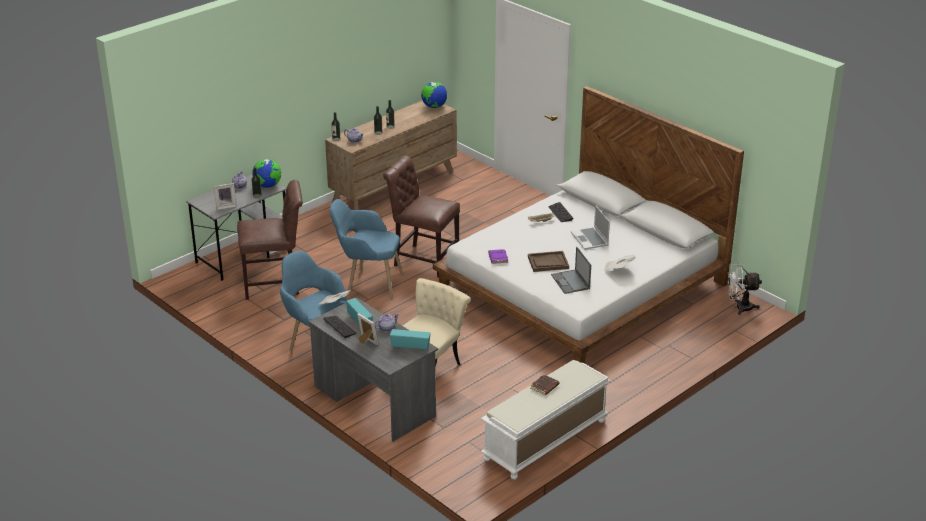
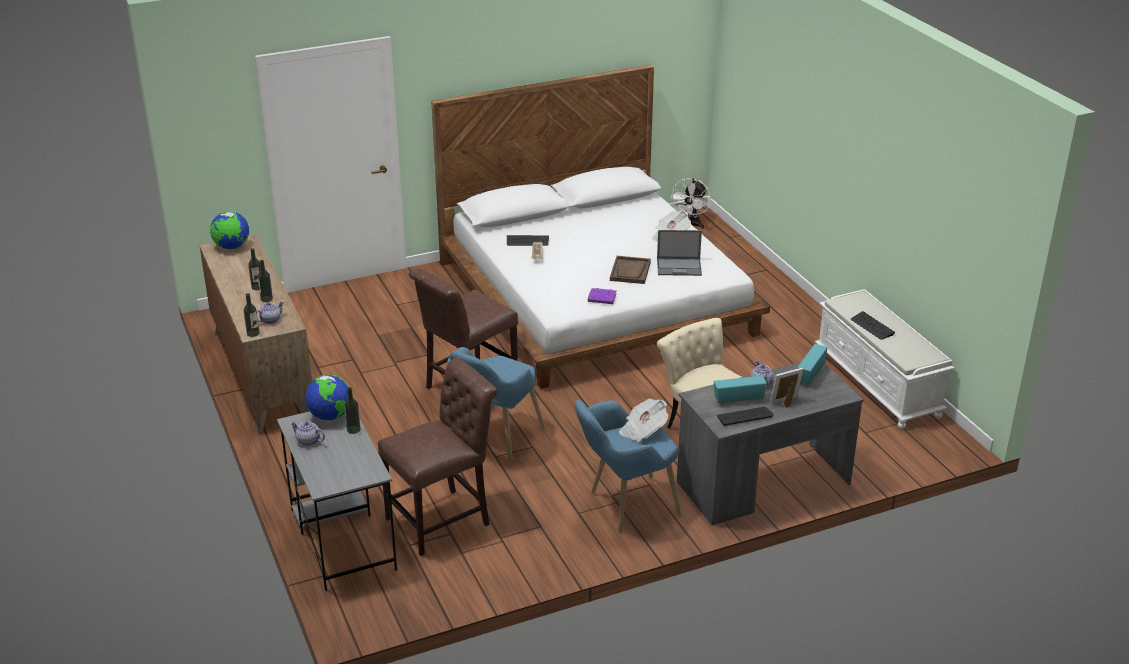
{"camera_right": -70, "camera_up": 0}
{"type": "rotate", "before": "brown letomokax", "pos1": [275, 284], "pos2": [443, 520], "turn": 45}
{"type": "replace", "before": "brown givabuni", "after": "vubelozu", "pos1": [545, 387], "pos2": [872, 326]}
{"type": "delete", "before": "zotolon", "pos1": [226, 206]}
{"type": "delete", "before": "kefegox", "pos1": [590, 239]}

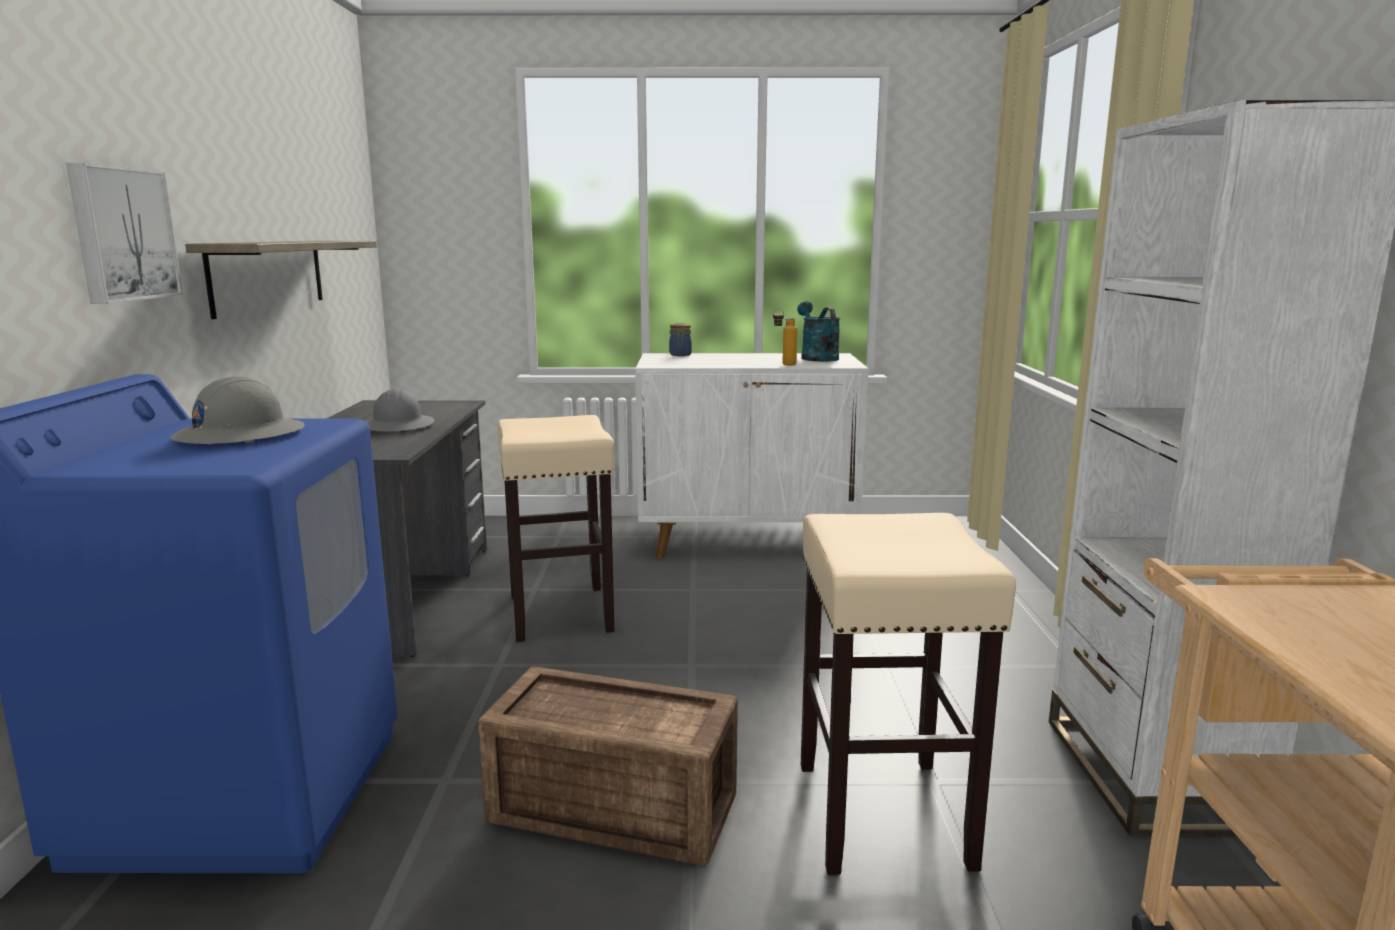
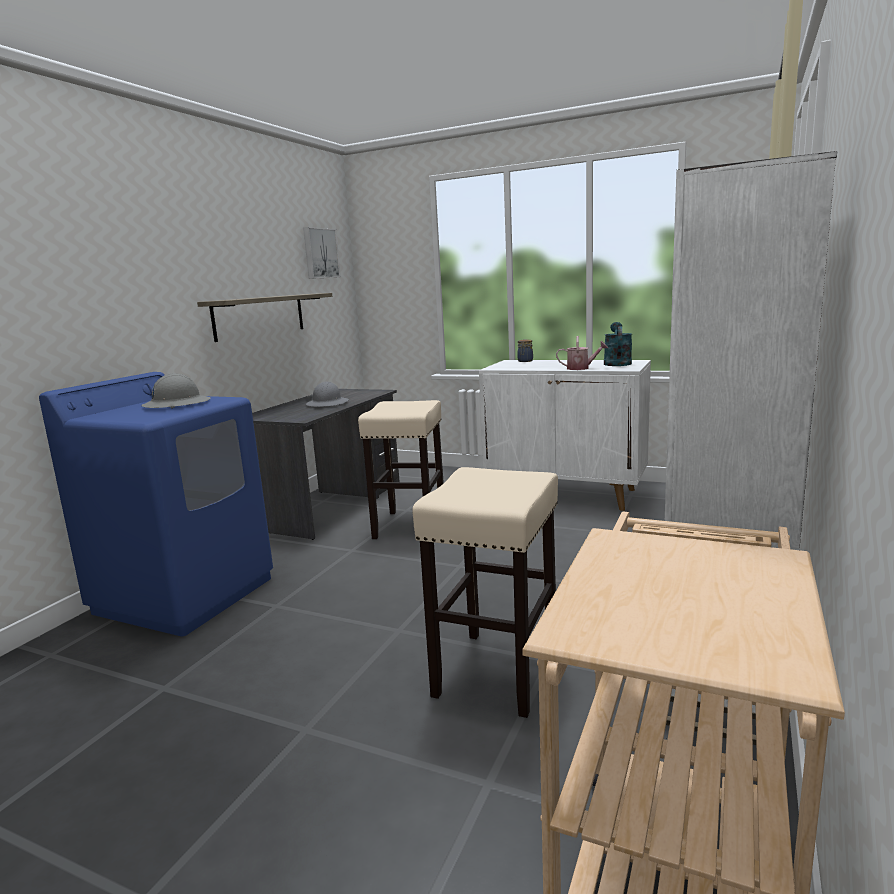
{"camera_right": 25, "camera_up": 0}
{"type": "move", "before": "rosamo", "pos1": [121, 234], "pos2": [320, 253]}
{"type": "replace", "before": "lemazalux", "after": "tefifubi", "pos1": [783, 364], "pos2": [581, 368]}
{"type": "delete", "before": "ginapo", "pos1": [611, 805]}

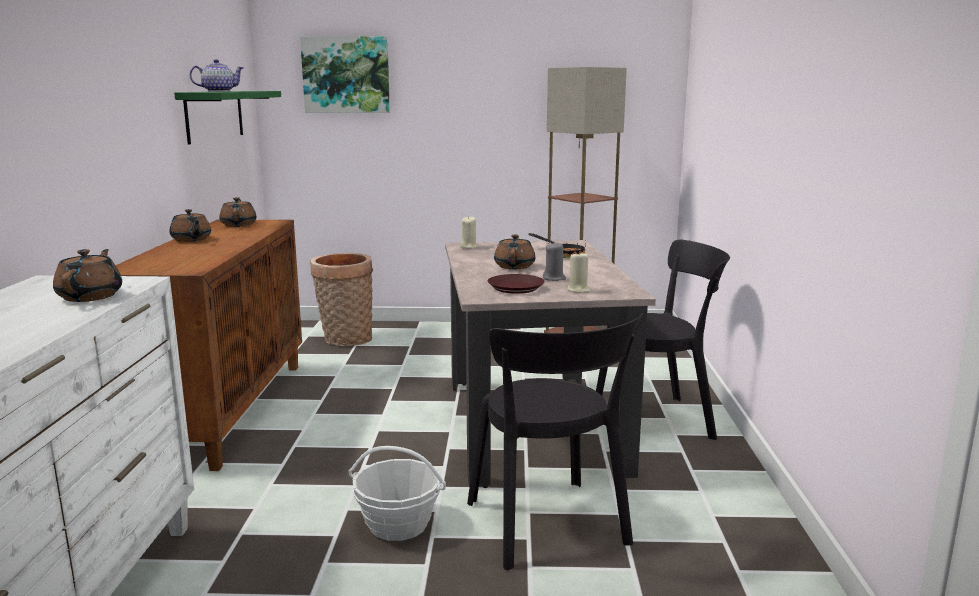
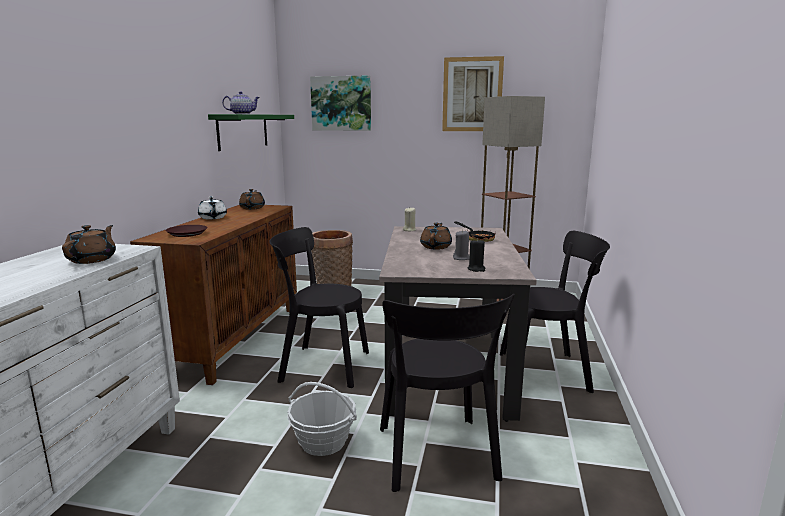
{"camera_right": 10, "camera_up": 0}
{"type": "move", "before": "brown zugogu", "pos1": [515, 288], "pos2": [186, 234]}
{"type": "recolor", "before": "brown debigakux", "after": "white debigakux", "pos1": [191, 240], "pos2": [213, 218]}
{"type": "insert", "after": "black letomokax", "pos2": [320, 366]}
{"type": "insert", "after": "rosamo", "pos2": [472, 94]}
{"type": "recolor", "before": "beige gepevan", "after": "black gepevan", "pos1": [578, 290], "pos2": [476, 269]}

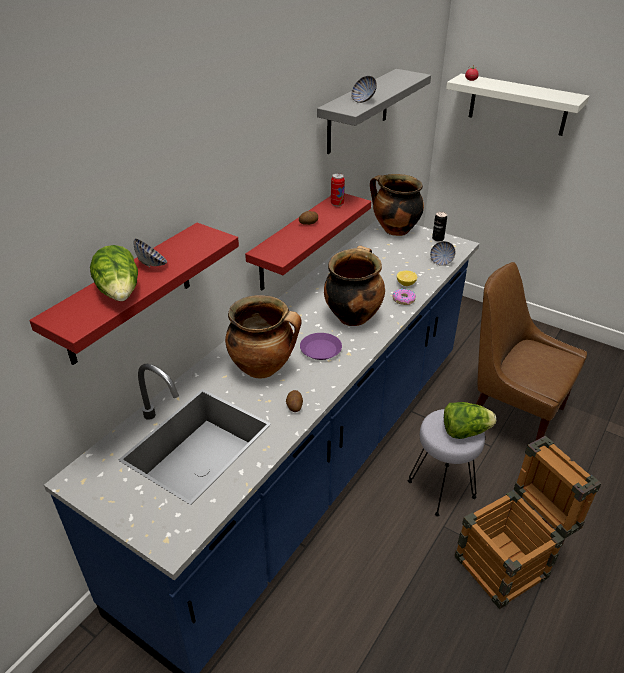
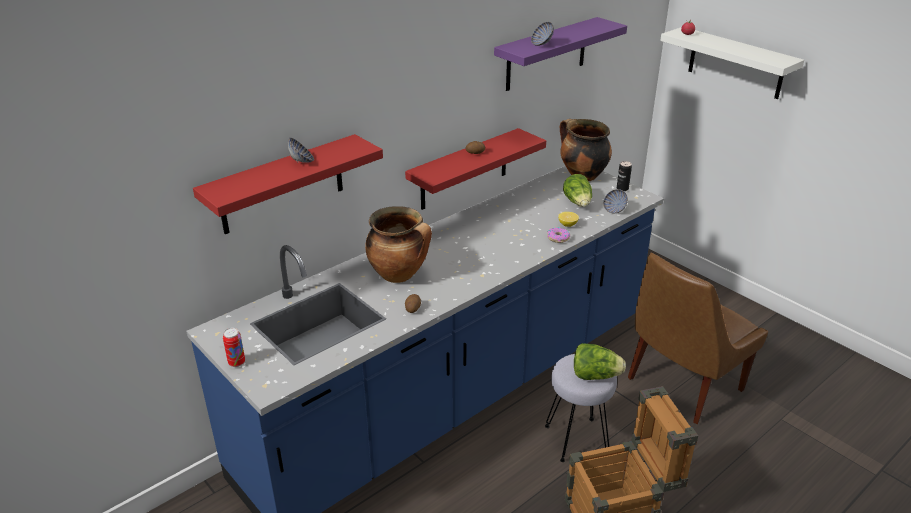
{"camera_right": 15, "camera_up": -5}
{"type": "move", "before": "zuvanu", "pos1": [337, 204], "pos2": [236, 362]}
{"type": "recolor", "before": "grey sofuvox", "after": "purple sofuvox", "pos1": [358, 111], "pos2": [546, 54]}
{"type": "move", "before": "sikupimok", "pos1": [120, 292], "pos2": [578, 203]}
{"type": "rotate", "before": "brown letomokax", "pos1": [511, 414], "pos2": [681, 386], "turn": -90}
{"type": "delete", "before": "purple zugogu", "pos1": [320, 349]}
{"type": "delete", "before": "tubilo", "pos1": [352, 316]}

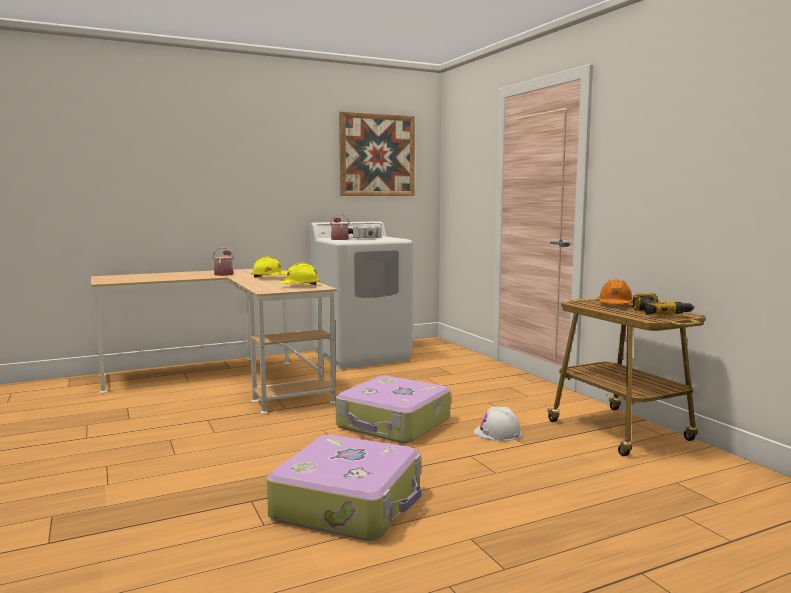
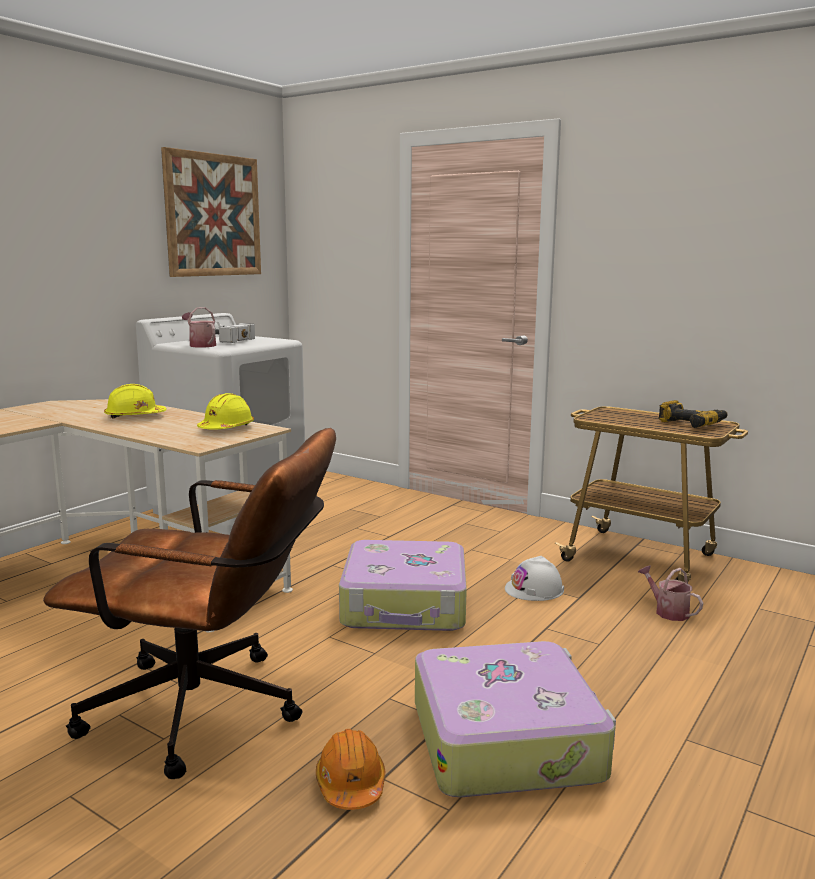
{"camera_right": -30, "camera_up": 5}
{"type": "insert", "after": "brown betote", "pos2": [211, 712]}
{"type": "move", "before": "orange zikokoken", "pos1": [615, 305], "pos2": [350, 784]}
{"type": "move", "before": "tefifubi", "pos1": [224, 274], "pos2": [668, 611]}

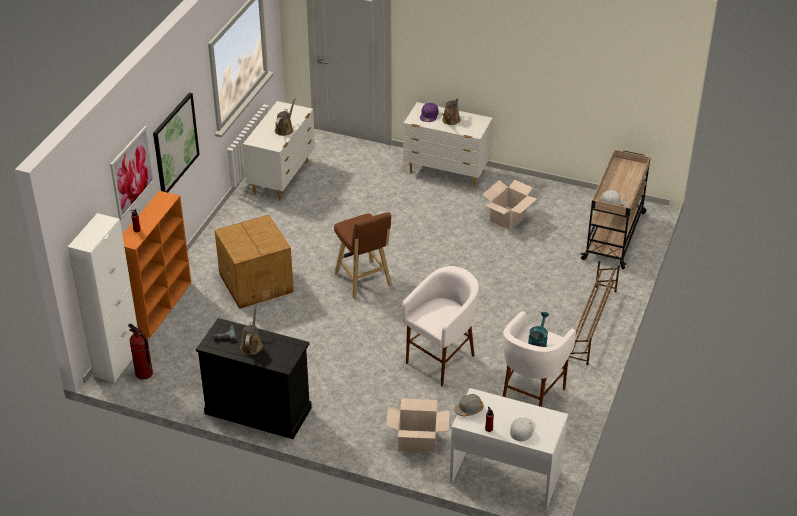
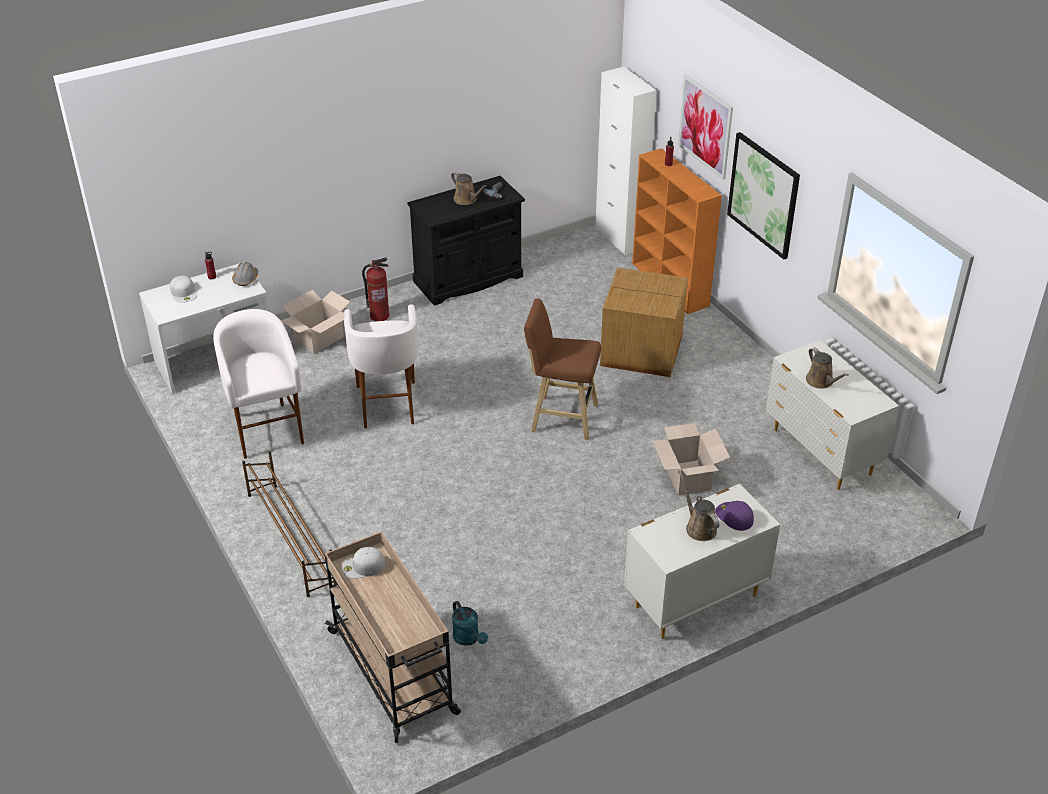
{"camera_right": 130, "camera_up": 0}
{"type": "move", "before": "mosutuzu", "pos1": [144, 373], "pos2": [379, 316]}
{"type": "move", "before": "turquoise tefifubi", "pos1": [537, 344], "pos2": [468, 639]}
{"type": "move", "before": "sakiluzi", "pos1": [507, 218], "pos2": [688, 478]}

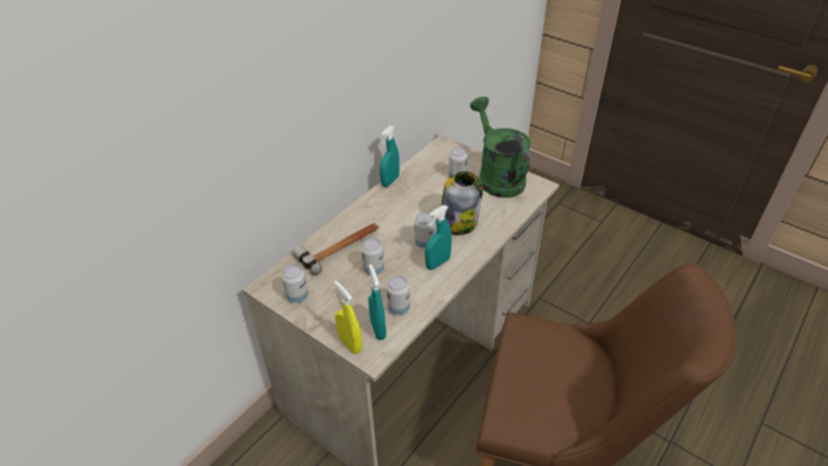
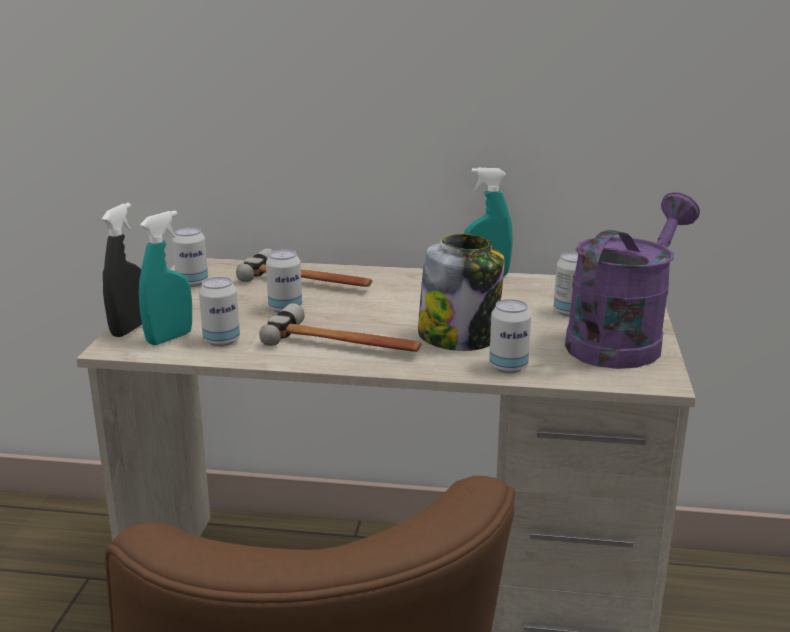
{"camera_right": 60, "camera_up": -20}
{"type": "recolor", "before": "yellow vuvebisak", "after": "black vuvebisak", "pos1": [350, 344], "pos2": [129, 329]}
{"type": "replace", "before": "turquoise vuvebisak", "after": "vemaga", "pos1": [437, 263], "pos2": [344, 344]}
{"type": "move", "before": "zuvanu", "pos1": [424, 243], "pos2": [508, 367]}
{"type": "recolor", "before": "green tefifubi", "after": "purple tefifubi", "pos1": [497, 176], "pos2": [622, 340]}

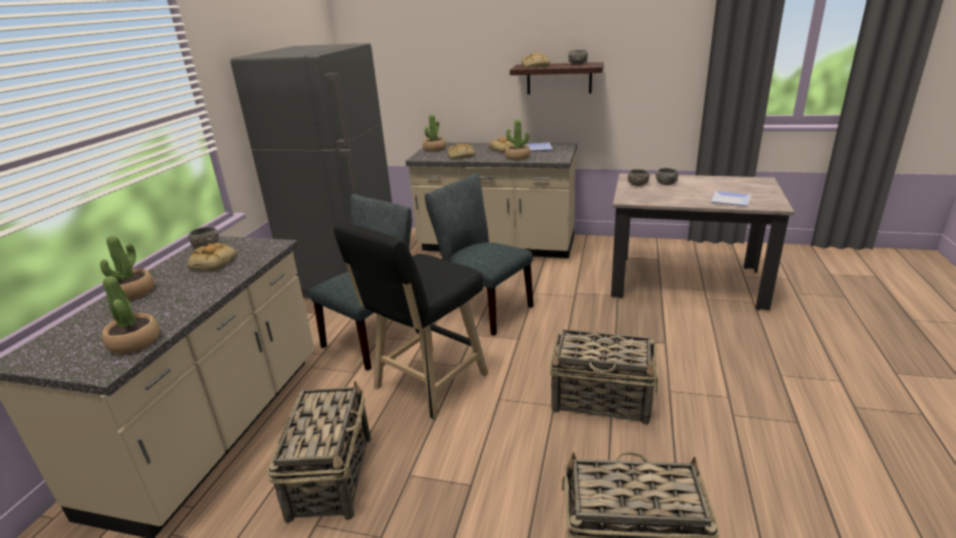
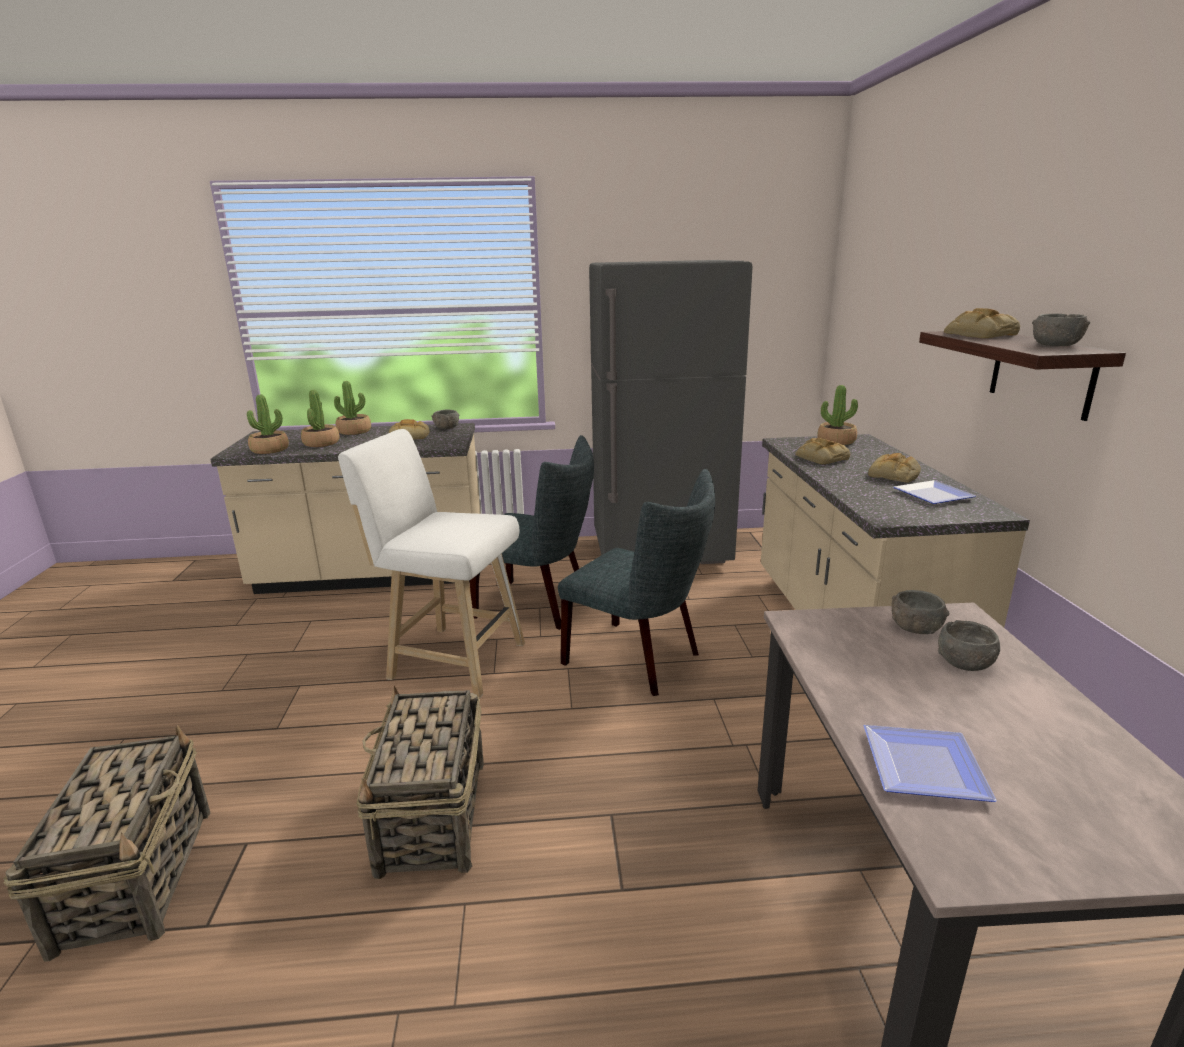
{"camera_right": 70, "camera_up": -5}
{"type": "move", "before": "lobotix", "pos1": [517, 157], "pos2": [321, 443]}
{"type": "recolor", "before": "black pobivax", "after": "white pobivax", "pos1": [426, 384], "pos2": [451, 659]}
{"type": "rotate", "before": "grey letomokax", "pos1": [481, 308], "pos2": [640, 660], "turn": 105}
{"type": "delete", "before": "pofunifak", "pos1": [331, 475]}

